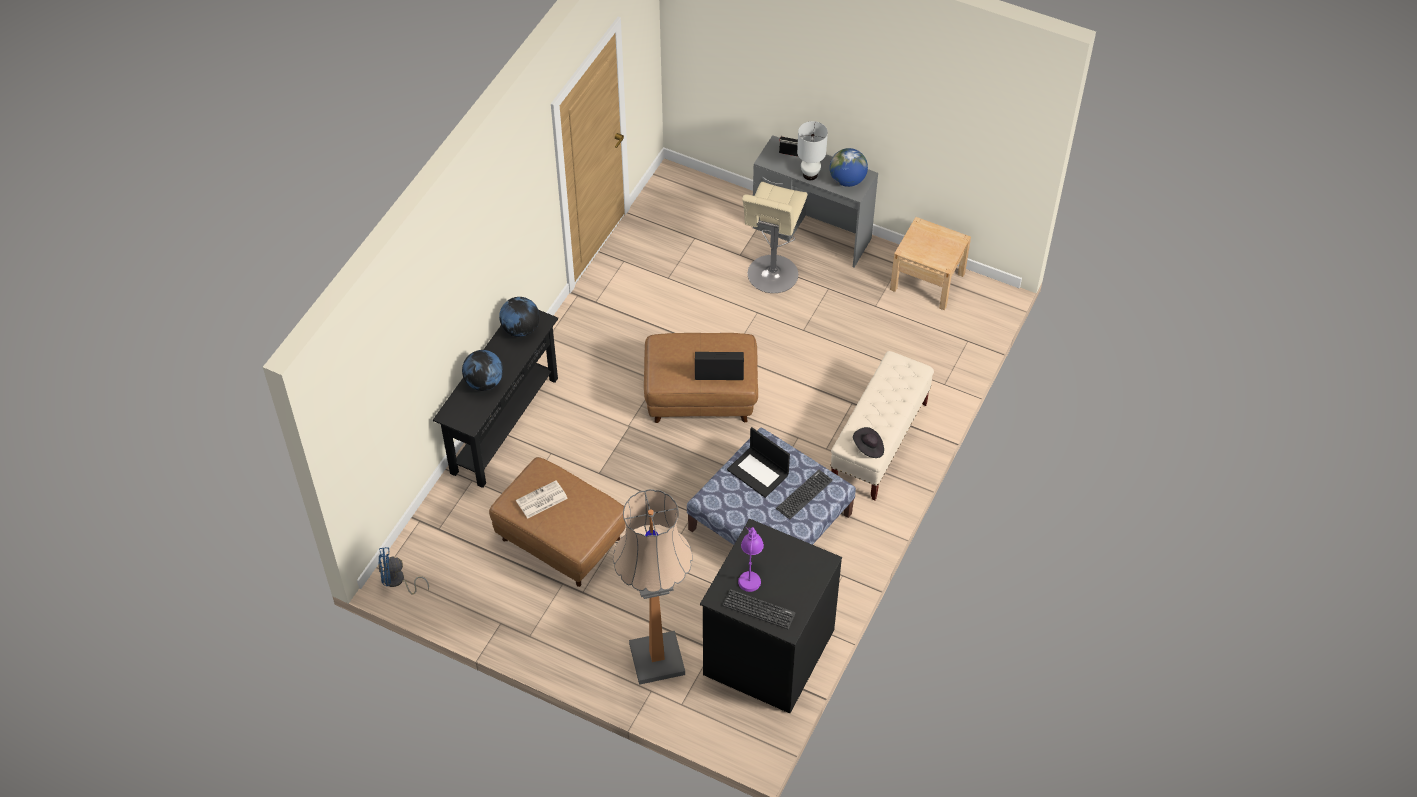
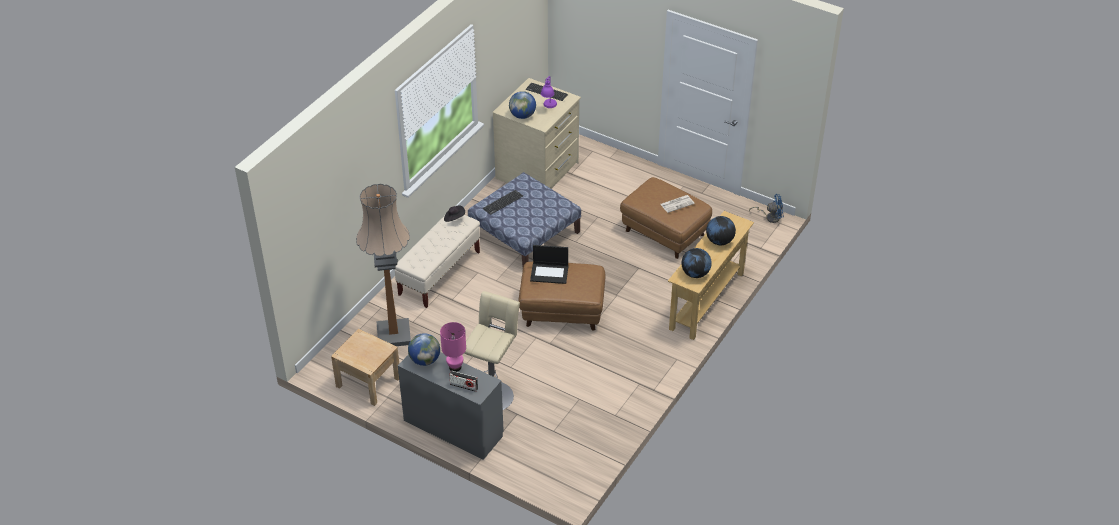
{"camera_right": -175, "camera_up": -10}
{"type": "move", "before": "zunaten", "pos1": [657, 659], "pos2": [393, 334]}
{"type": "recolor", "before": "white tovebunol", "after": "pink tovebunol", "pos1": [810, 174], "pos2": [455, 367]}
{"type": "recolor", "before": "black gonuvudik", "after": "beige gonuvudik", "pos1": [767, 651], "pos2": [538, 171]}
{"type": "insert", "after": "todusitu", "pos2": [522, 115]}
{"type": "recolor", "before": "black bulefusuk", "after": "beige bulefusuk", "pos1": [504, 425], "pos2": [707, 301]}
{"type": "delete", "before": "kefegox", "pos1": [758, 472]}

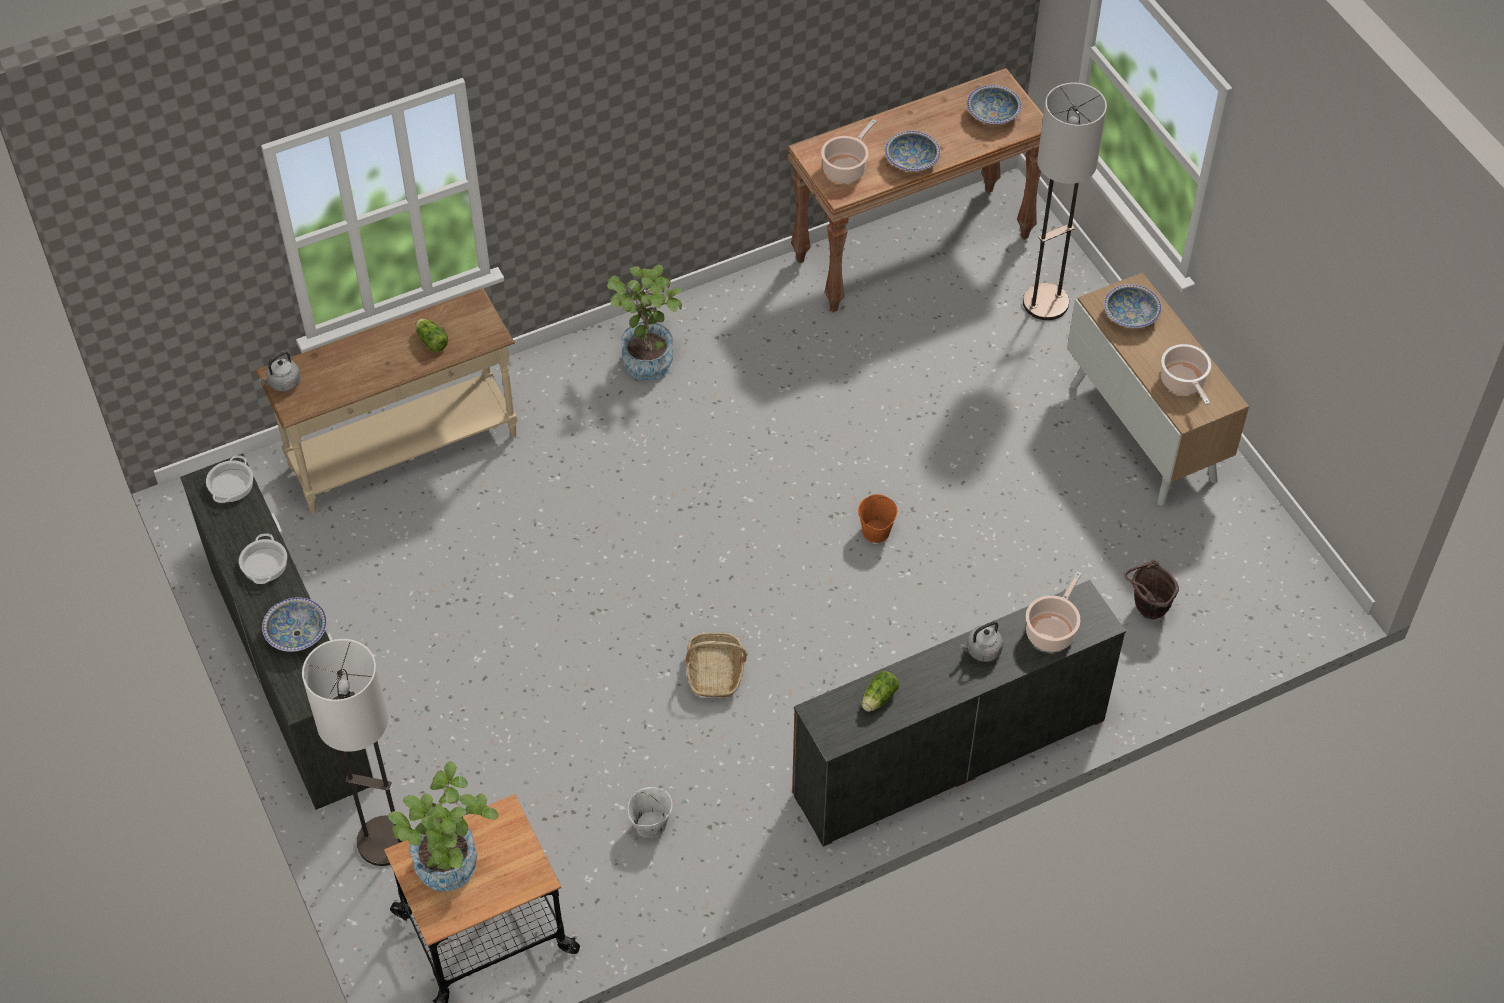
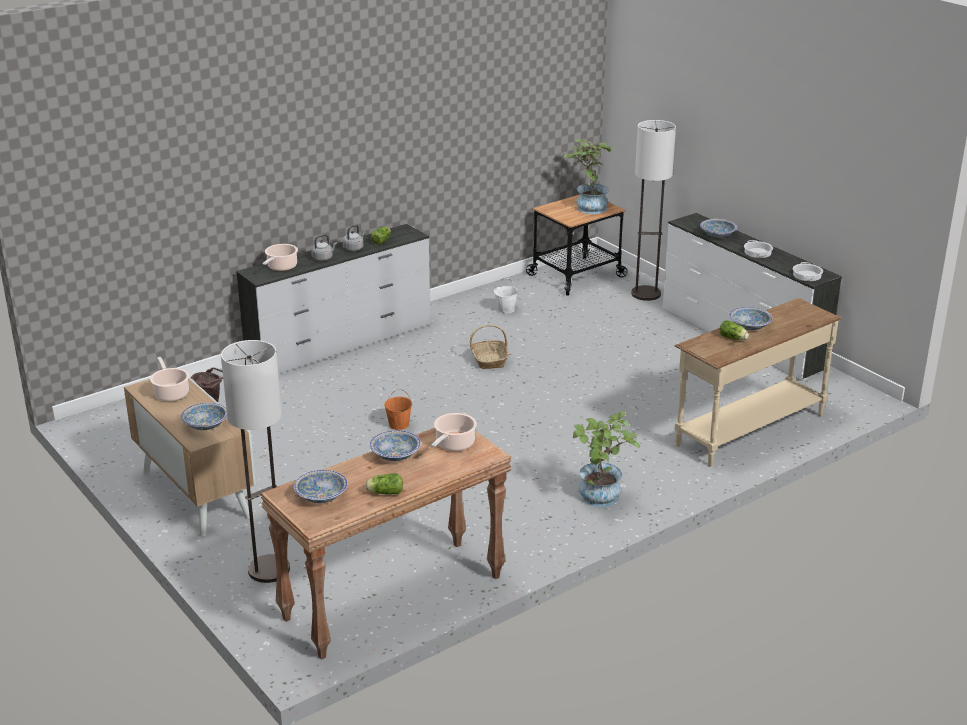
{"camera_right": 170, "camera_up": -25}
{"type": "recolor", "before": "brown gonuvudik", "after": "white gonuvudik", "pos1": [948, 756], "pos2": [341, 344]}
{"type": "move", "before": "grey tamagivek", "pos1": [283, 383], "pos2": [354, 248]}
{"type": "insert", "after": "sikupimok", "pos2": [384, 492]}
{"type": "insert", "after": "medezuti", "pos2": [750, 326]}

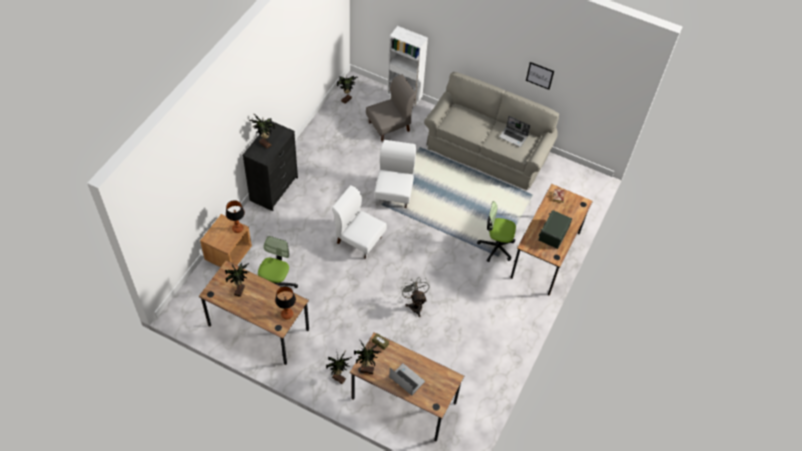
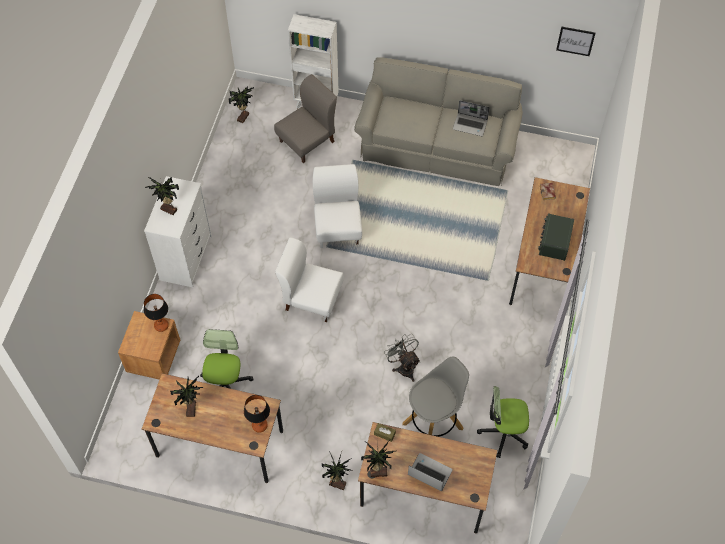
{"camera_right": -10, "camera_up": 5}
{"type": "recolor", "before": "black gonuvudik", "after": "white gonuvudik", "pos1": [274, 189], "pos2": [186, 258]}
{"type": "insert", "after": "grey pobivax", "pos2": [433, 425]}
{"type": "move", "before": "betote", "pos1": [496, 247], "pos2": [503, 432]}
{"type": "move", "before": "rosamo", "pos1": [540, 75], "pos2": [575, 41]}

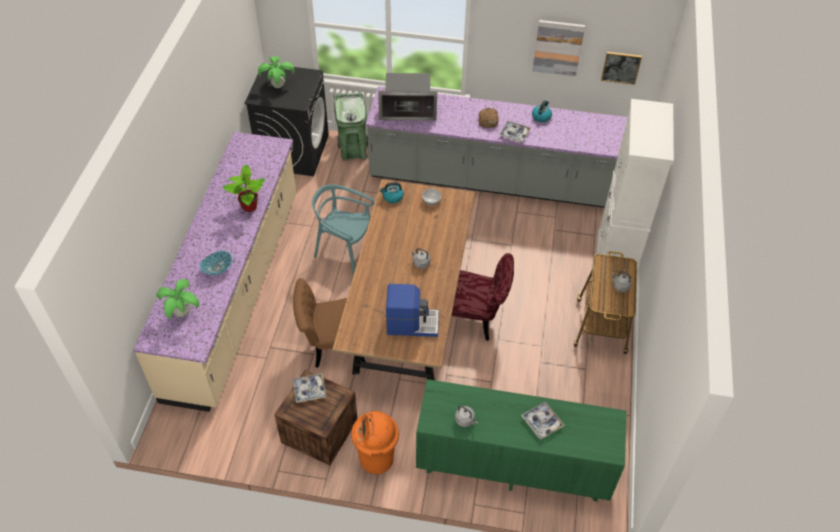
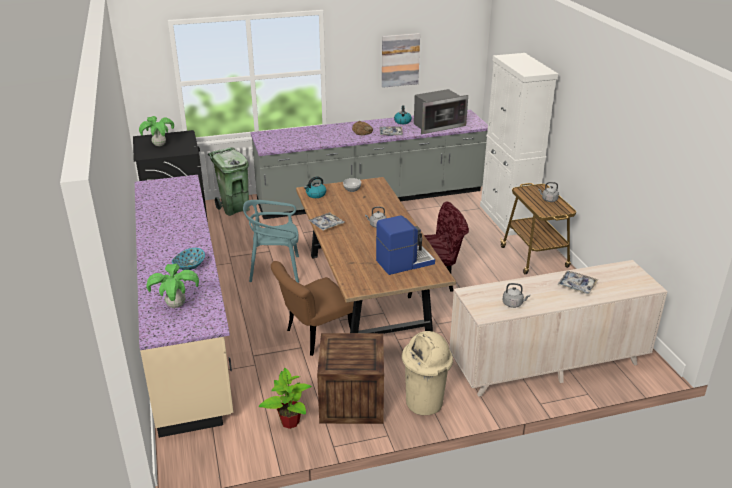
{"camera_right": -25, "camera_up": -20}
{"type": "move", "before": "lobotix", "pos1": [249, 206], "pos2": [289, 421]}
{"type": "move", "before": "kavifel", "pos1": [309, 390], "pos2": [326, 224]}
{"type": "recolor", "before": "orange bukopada", "after": "beige bukopada", "pos1": [376, 459], "pos2": [424, 403]}
{"type": "move", "before": "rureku", "pos1": [408, 110], "pos2": [437, 125]}
{"type": "recolor", "before": "green gonuvudik", "after": "beige gonuvudik", "pos1": [513, 465], "pos2": [547, 364]}
{"type": "delete", "before": "rosamo", "pos1": [621, 67]}

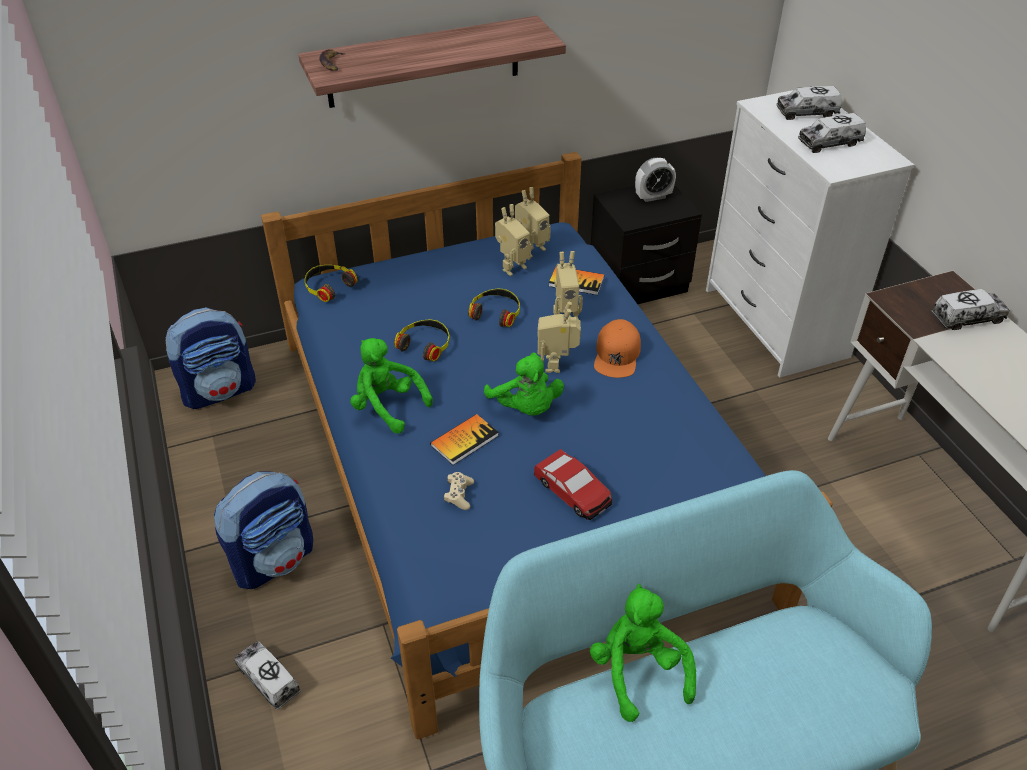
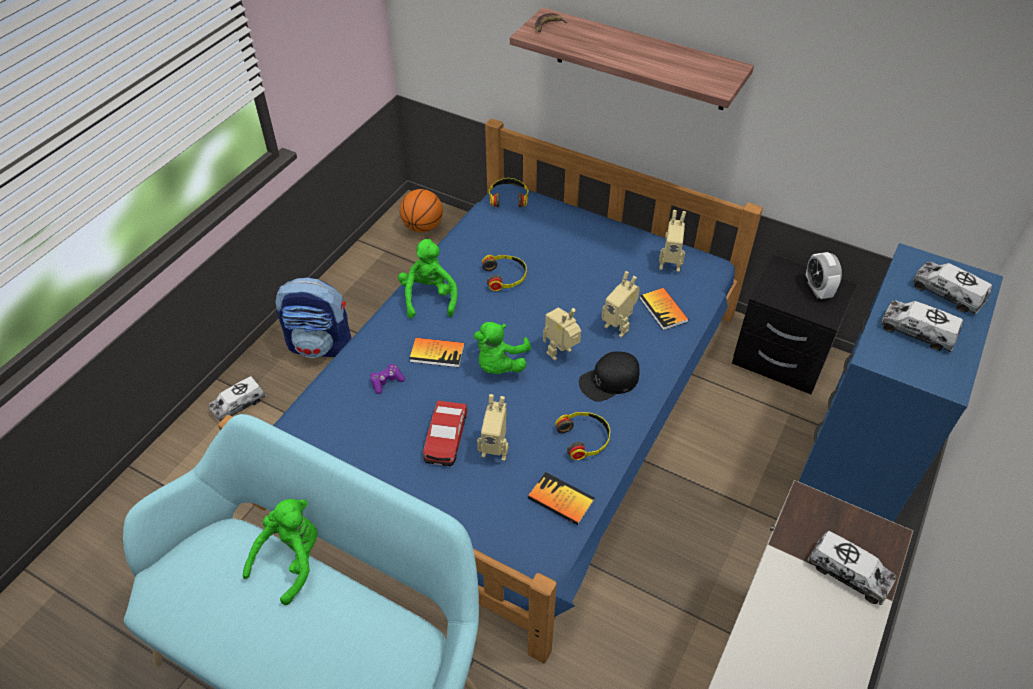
{"camera_right": 50, "camera_up": 5}
{"type": "rotate", "before": "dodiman", "pos1": [268, 679], "pos2": [238, 405], "turn": -135}
{"type": "recolor", "before": "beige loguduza", "after": "purple loguduza", "pos1": [459, 495], "pos2": [386, 381]}
{"type": "replace", "before": "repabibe", "after": "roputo", "pos1": [220, 390], "pos2": [422, 227]}
{"type": "move", "before": "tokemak", "pos1": [511, 267], "pos2": [495, 449]}
{"type": "insert", "after": "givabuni", "pos2": [561, 499]}
{"type": "move", "before": "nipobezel", "pos1": [496, 312], "pos2": [584, 438]}
{"type": "recolor", "before": "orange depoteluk", "after": "black depoteluk", "pos1": [617, 355], "pos2": [609, 380]}
{"type": "recolor", "before": "white gonuvudik", "after": "blue gonuvudik", "pos1": [774, 323], "pos2": [848, 474]}
{"type": "rotate", "before": "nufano", "pos1": [653, 197], "pos2": [817, 289], "turn": 45}

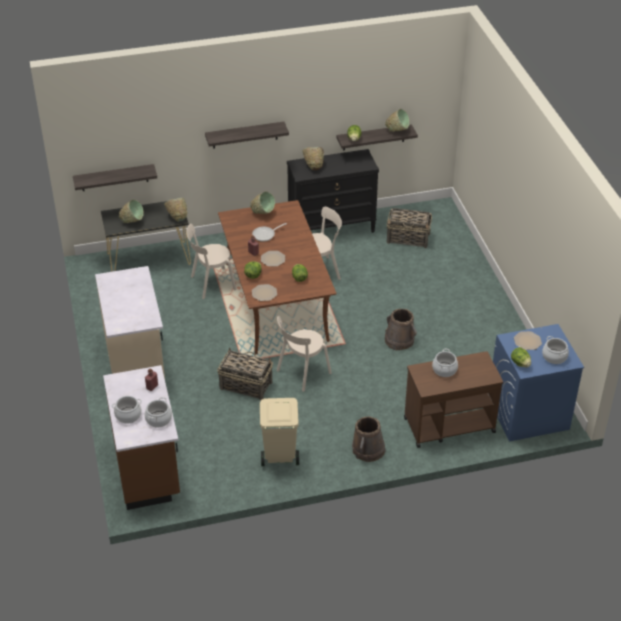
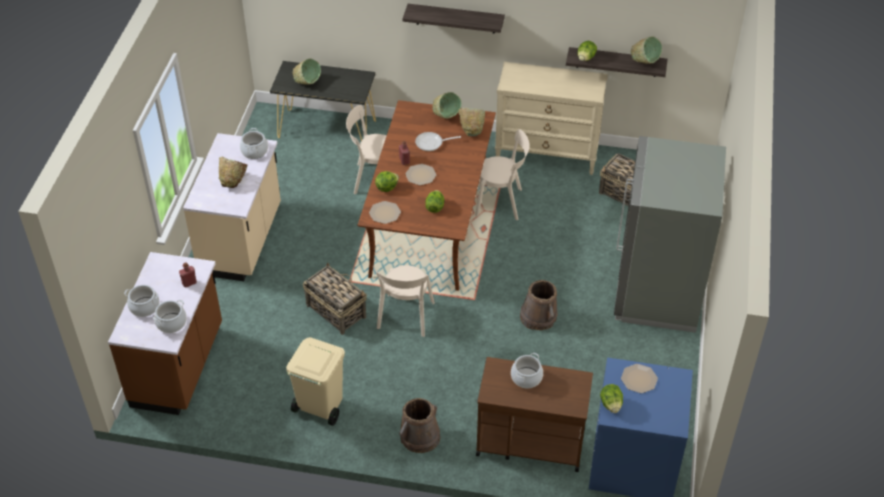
{"camera_right": 25, "camera_up": 5}
{"type": "move", "before": "brown medezuti", "pos1": [313, 166], "pos2": [233, 181]}
{"type": "move", "before": "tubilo", "pos1": [554, 356], "pos2": [254, 151]}
{"type": "rotate", "before": "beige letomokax", "pos1": [302, 373], "pos2": [405, 317], "turn": -60}
{"type": "move", "before": "green medezuti", "pos1": [177, 217], "pos2": [471, 130]}
{"type": "recolor", "before": "black gonuvudik", "after": "beige gonuvudik", "pos1": [332, 228], "pos2": [547, 155]}
{"type": "insert", "after": "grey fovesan", "pos2": [657, 291]}
{"type": "delete", "before": "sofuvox", "pos1": [114, 178]}

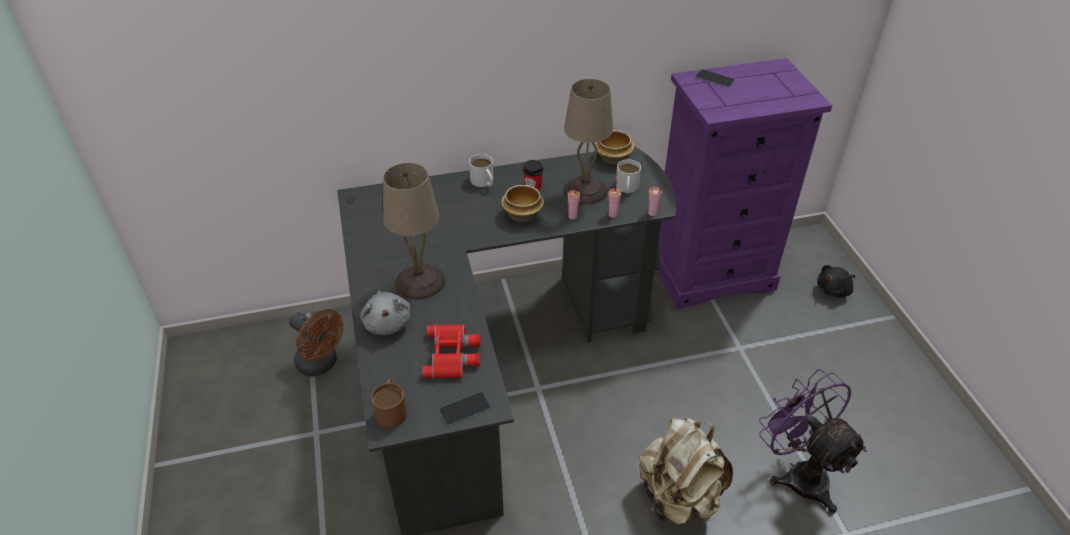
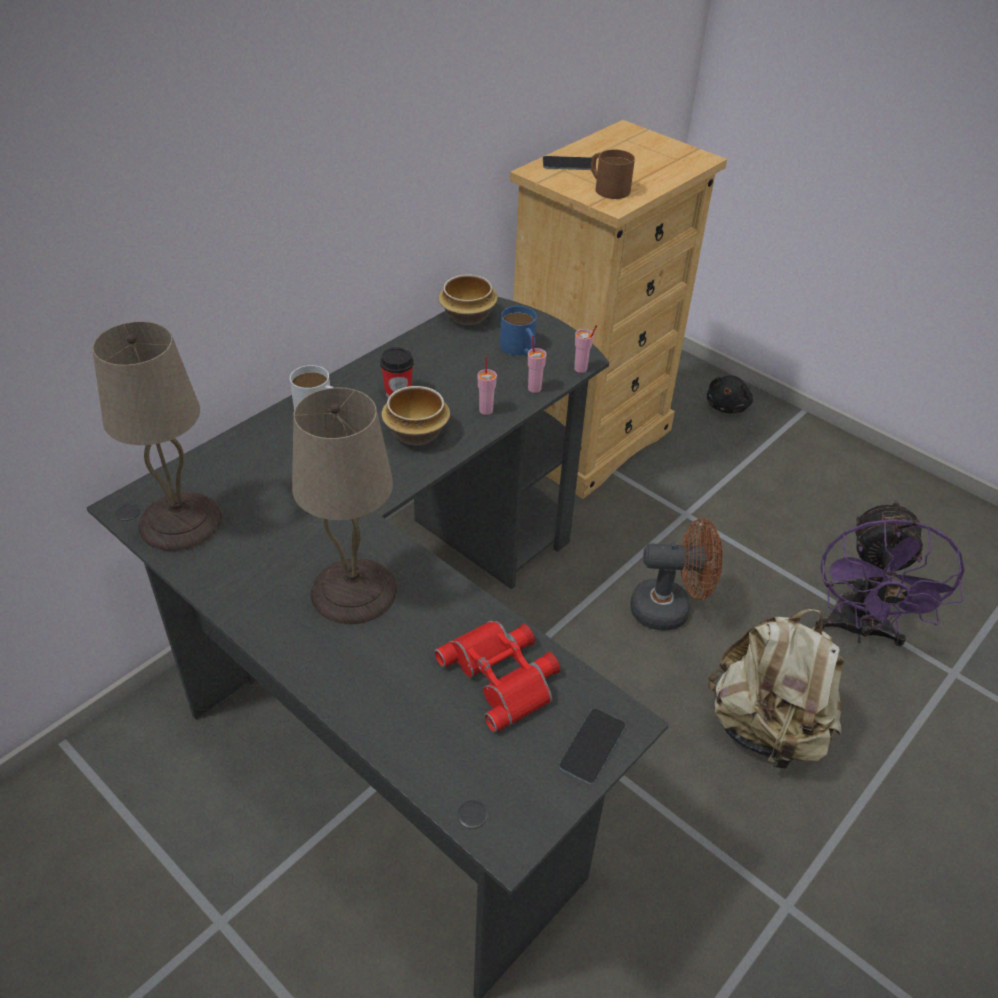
{"camera_right": -35, "camera_up": 0}
{"type": "move", "before": "beige tovebunol", "pos1": [584, 191], "pos2": [179, 522]}
{"type": "recolor", "before": "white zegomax", "after": "blue zegomax", "pos1": [627, 188], "pos2": [520, 349]}
{"type": "recolor", "before": "purple gonuvudik", "after": "beige gonuvudik", "pos1": [712, 272], "pos2": [587, 438]}
{"type": "move", "before": "brown zegomax", "pos1": [391, 409], "pos2": [607, 187]}
{"type": "move", "before": "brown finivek", "pos1": [321, 364], "pos2": [670, 609]}
{"type": "rotate", "before": "purple finivek", "pos1": [798, 473], "pos2": [858, 630], "turn": -105}
{"type": "delete", "before": "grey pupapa", "pos1": [387, 322]}

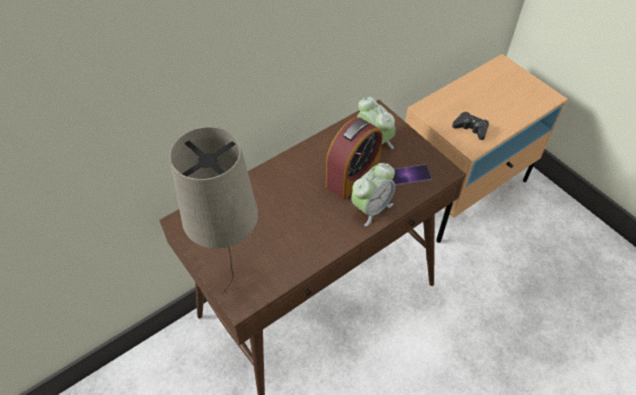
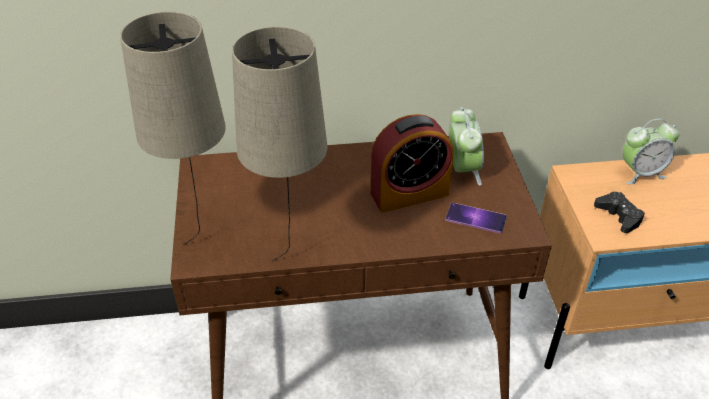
{"camera_right": 30, "camera_up": -10}
{"type": "insert", "after": "beige tovebunol", "pos2": [292, 258]}
{"type": "move", "before": "nufano", "pos1": [371, 208], "pos2": [641, 173]}

